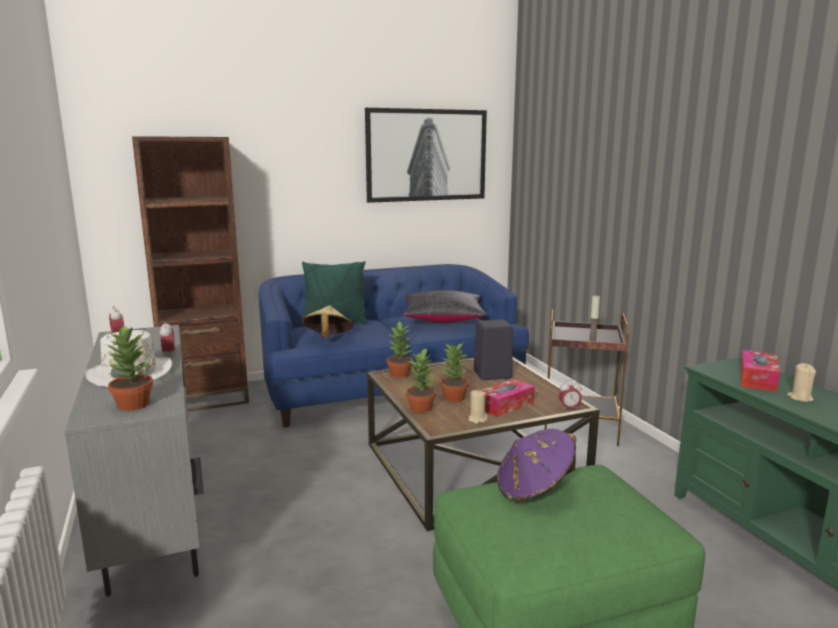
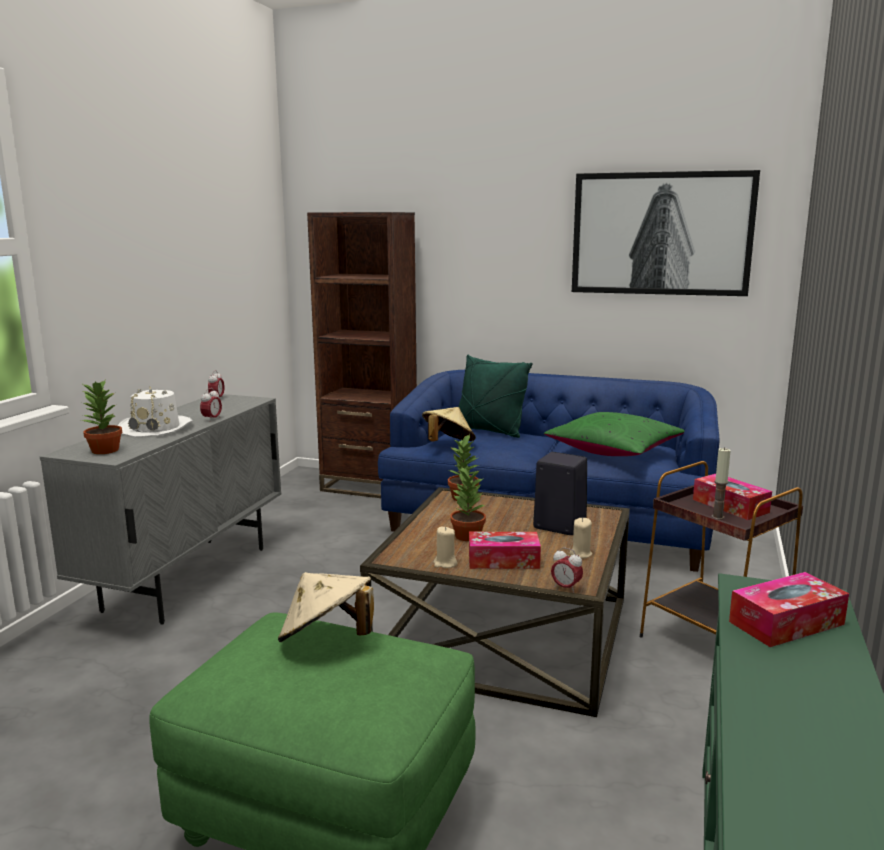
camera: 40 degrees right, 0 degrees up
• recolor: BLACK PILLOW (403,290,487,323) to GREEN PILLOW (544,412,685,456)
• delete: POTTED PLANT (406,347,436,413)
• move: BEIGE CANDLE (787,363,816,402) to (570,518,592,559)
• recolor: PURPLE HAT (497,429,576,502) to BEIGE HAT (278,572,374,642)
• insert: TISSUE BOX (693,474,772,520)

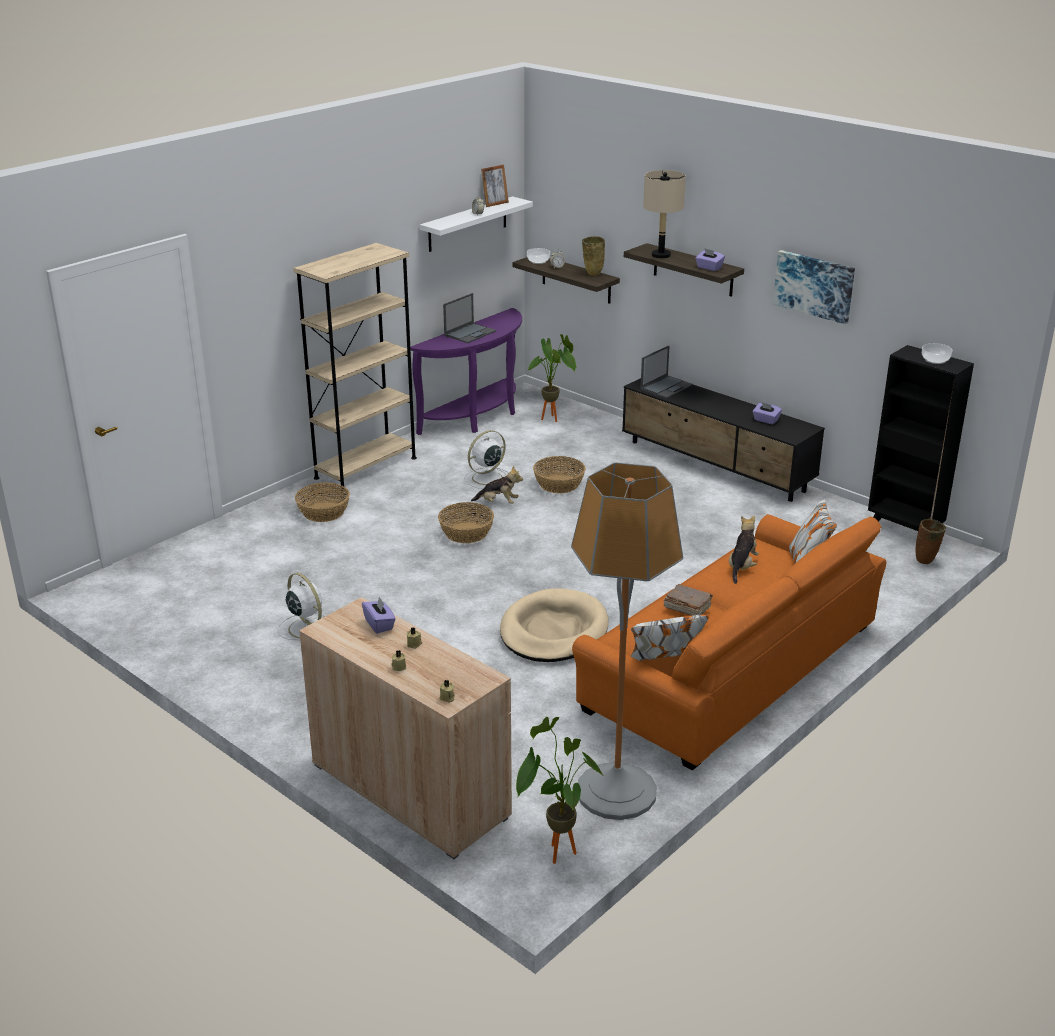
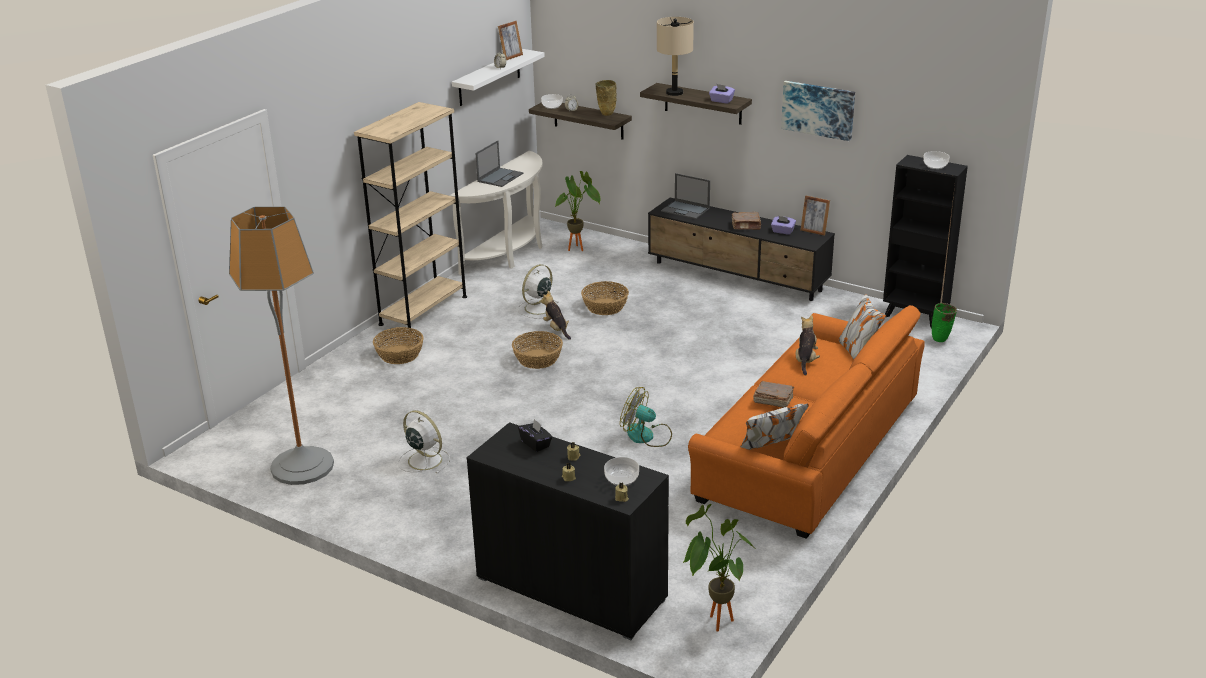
camera: 10 degrees left, 0 degrees up
• recolor: PURPLE CONSOLE TABLE (410,308,522,435) to WHITE CONSOLE TABLE (449,151,543,275)
• rotate: LAPTOP (640,345,693,398) = (661,173,710,219) 90 degrees clockwise
• move: FLOOR LAMP (571,463,683,820) to (229,206,334,485)
• rotate: PLUSH TOY (471,466,523,504) = (541,291,571,340) 120 degrees counterclockwise
• recolor: BROWN VASE (915,519,946,564) to GREEN VASE (932,303,957,342)
• replace: BEIGE DOG BED (500,588,609,662) to FAN (620,387,672,447)
• recolor: PURPLE TISSUE BOX (362,596,396,634) to BLACK TISSUE BOX (518,419,552,452)
• recolor: BEIGE CABINET (299,597,512,859) to BLACK CABINET (466,422,669,640)
• insert: PICTURE FRAME (800,195,830,236)
• insert: BROWN BOOK (731,212,761,230)
• insert: BOWL (604,457,639,486)

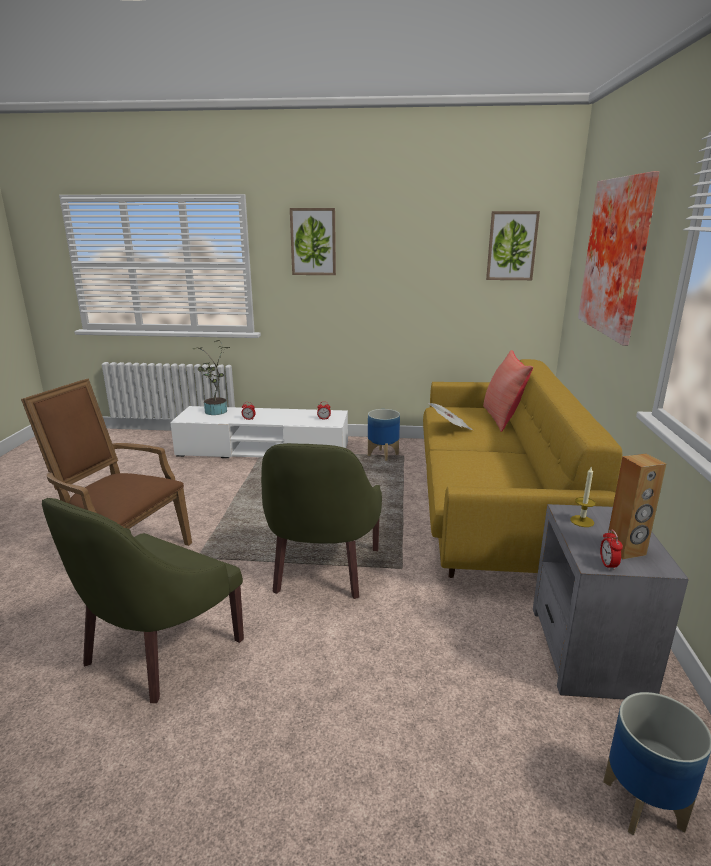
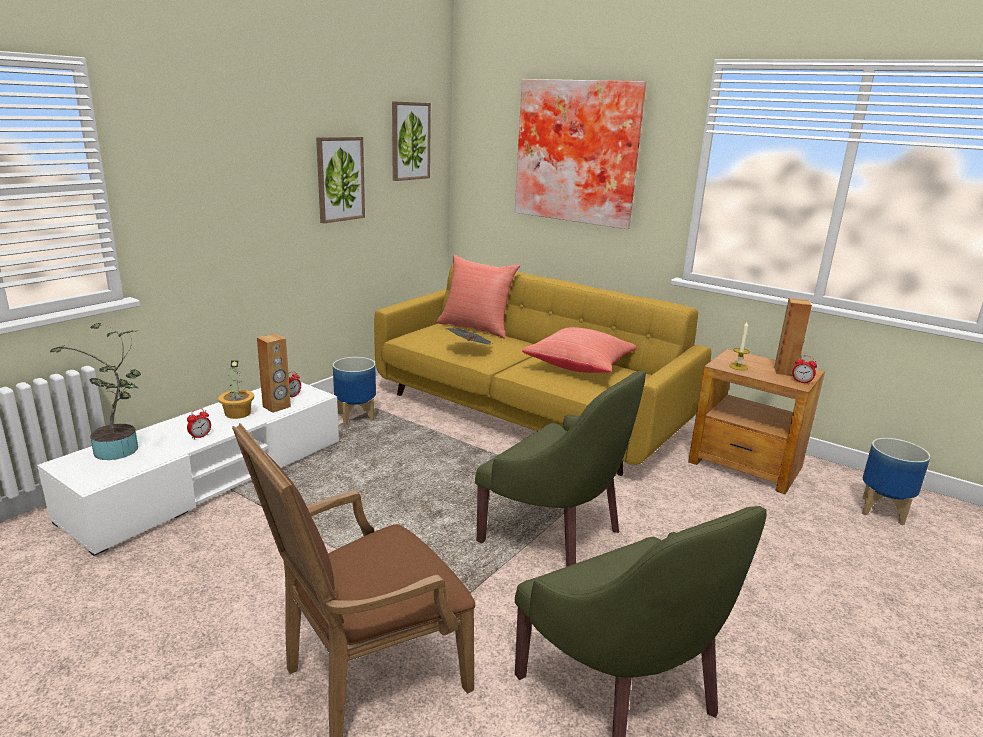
camera: 60 degrees left, 0 degrees up
• move: PICTURE (290,208,336,275) to (316,137,365,223)
• recolor: GREY SIDE TABLE (533,504,689,700) to BROWN SIDE TABLE (688,349,825,494)
• insert: RED PILLOW (522,327,637,373)
• insert: BROWN SPEAKER (257,334,291,413)
• insert: POTTED PLANT (218,361,254,419)

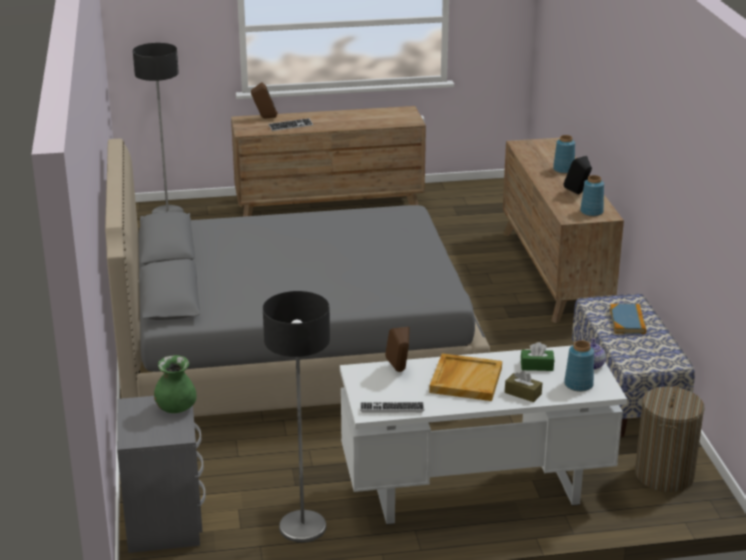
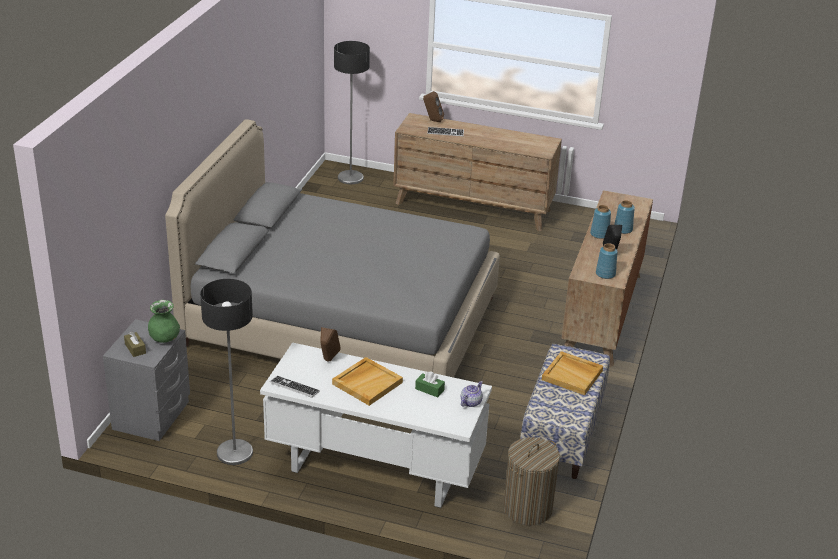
camera: 25 degrees right, 5 degrees up
• replace: BOOK (610,304,646,334) to BEIGE TRAY (542,351,603,395)
• move: BLUE VASE (564,340,594,392) to (590,205,611,239)
• move: BROWN TISSUE BOX (505,370,542,402) to (124,332,146,357)

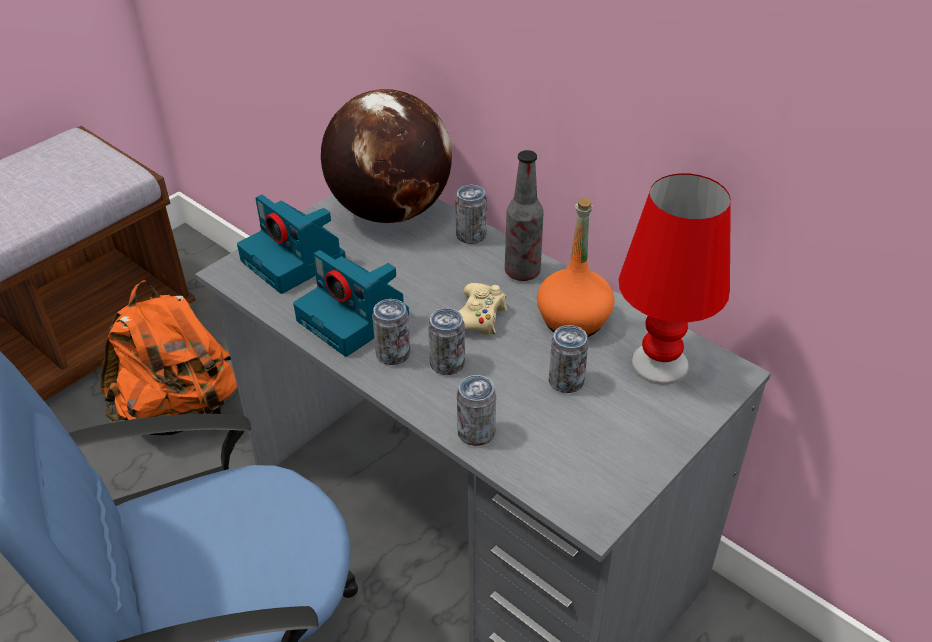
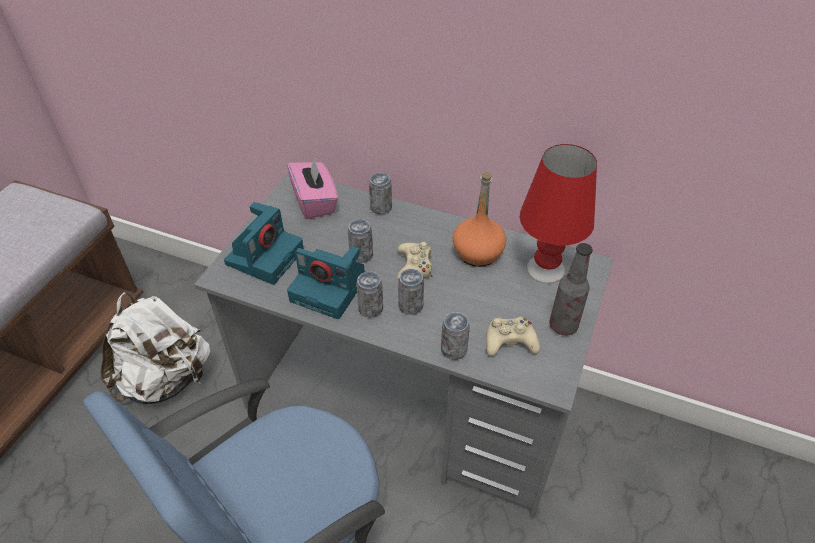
camera: 20 degrees left, 5 degrees up
• replace: GLOBE (321,89,452,223) to PINK TISSUE BOX (287,157,338,219)
• move: BOTTLE (505,150,544,281) to (549,243,593,336)
• rotate: PHOTO CAMERA (237,195,346,294) = (224,202,304,285) 90 degrees counterclockwise
• recolor: ORANGE BACKPACK (100,280,237,435) to WHITE BACKPACK (100,292,210,404)
• move: CAN (549,325,588,393) to (348,219,373,263)
• insert: BEIGE GAME CONTROLLER (486,317,540,356)

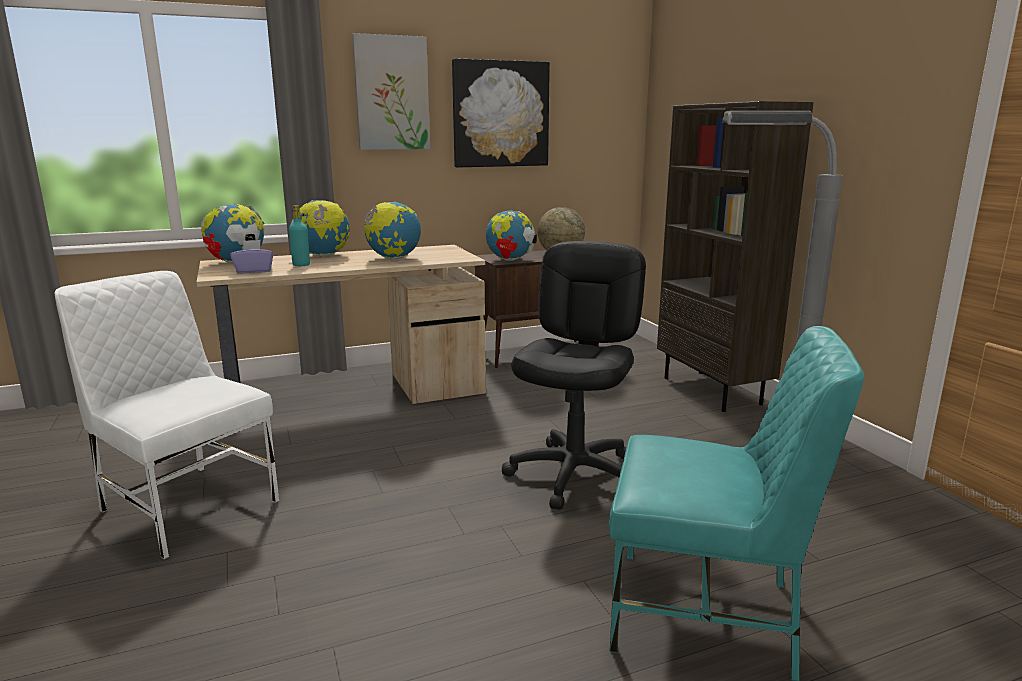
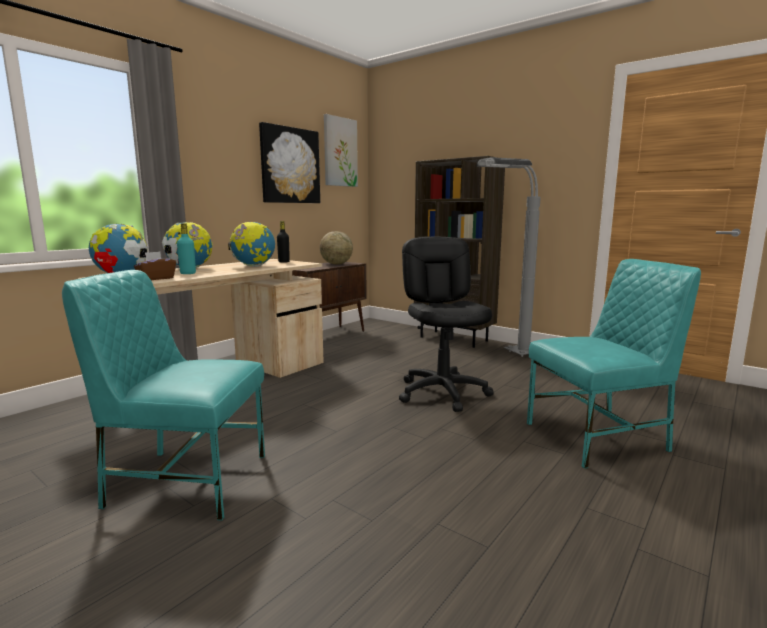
camera: 30 degrees left, 5 degrees down
• move: PICTURE (352,33,430,150) to (324,114,358,187)
• delete: GLOBE (486,210,537,261)
• recolor: PURPLE TISSUE BOX (230,240,274,273) to BROWN TISSUE BOX (134,251,176,280)
• recolor: WHITE CHAIR (55,271,280,559) to TURQUOISE CHAIR (62,270,265,521)
• insert: BLACK BOTTLE (277,221,290,263)

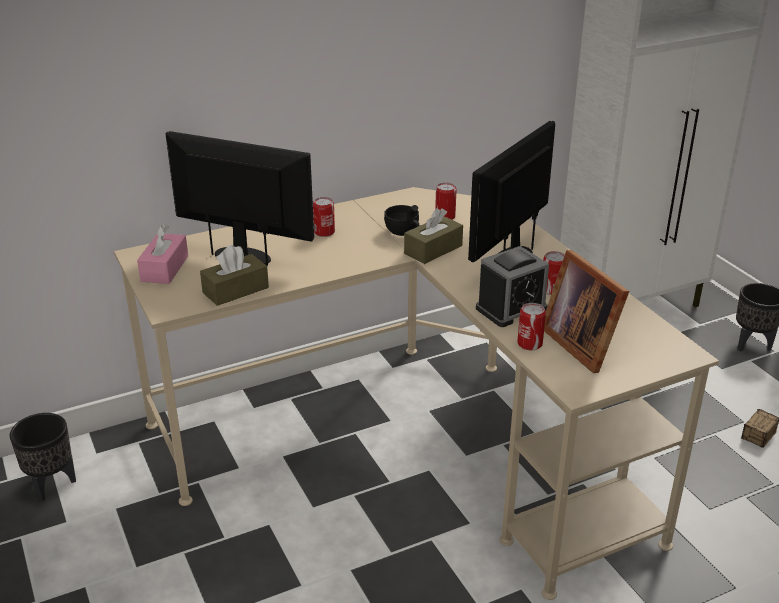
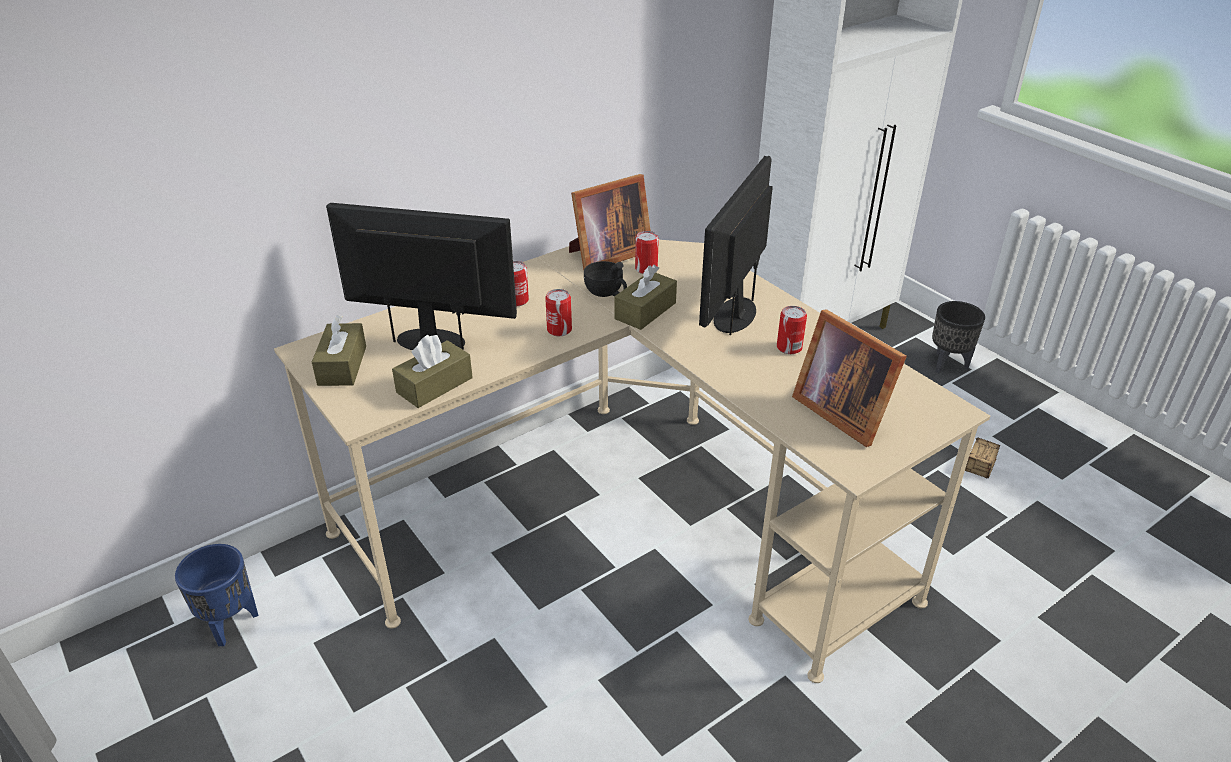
camera: 10 degrees left, 5 degrees up
• recolor: PINK TISSUE BOX (137,225,188,284) to BROWN TISSUE BOX (312,315,366,386)
• delete: ALARM CLOCK (476,246,549,327)
• move: CAN (517,303,546,350) to (545,289,572,336)
• recolor: BLACK PLANTER (10,413,76,502) to BLUE PLANTER (175,544,259,646)
• insert: PICTURE FRAME (569,174,651,270)

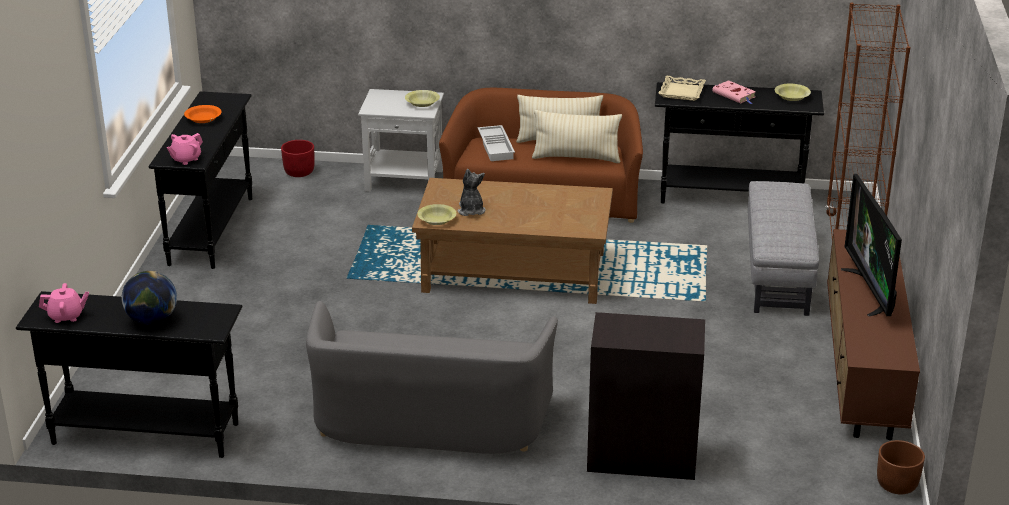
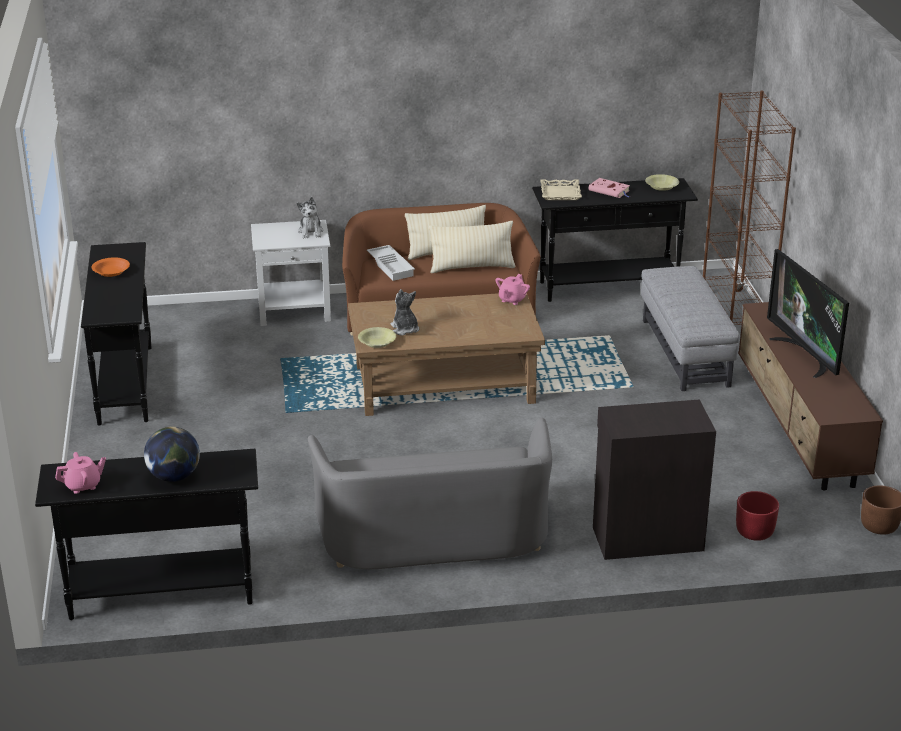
camera: 15 degrees left, 0 degrees up
• replace: YELLOW BOWL (405,90,440,107) to PLUSH TOY (297,197,324,238)
• move: PINK TEAPOT (167,133,203,165) to (496,274,530,305)
• move: RED PLANTER (281,140,315,177) to (736,491,779,541)

